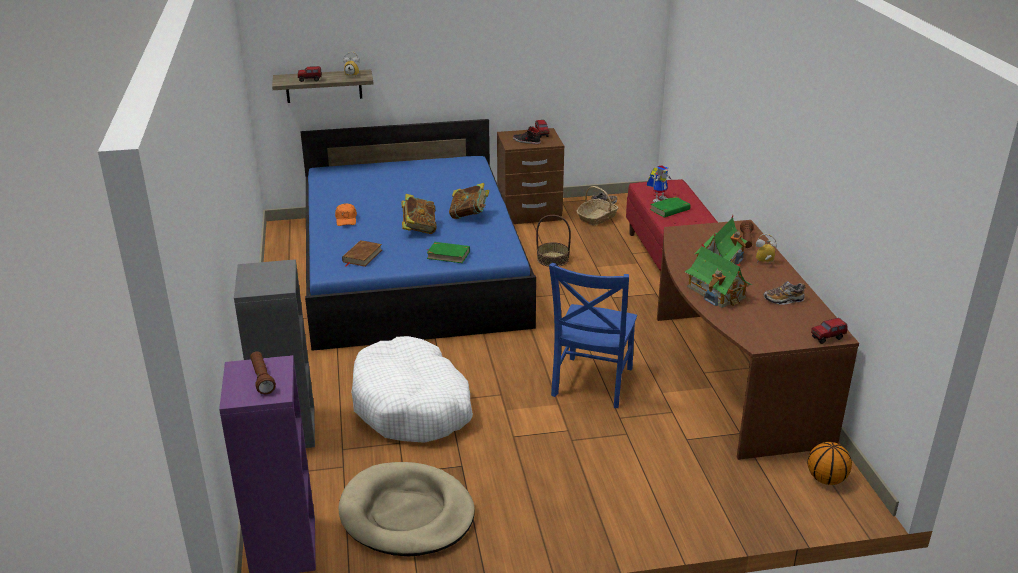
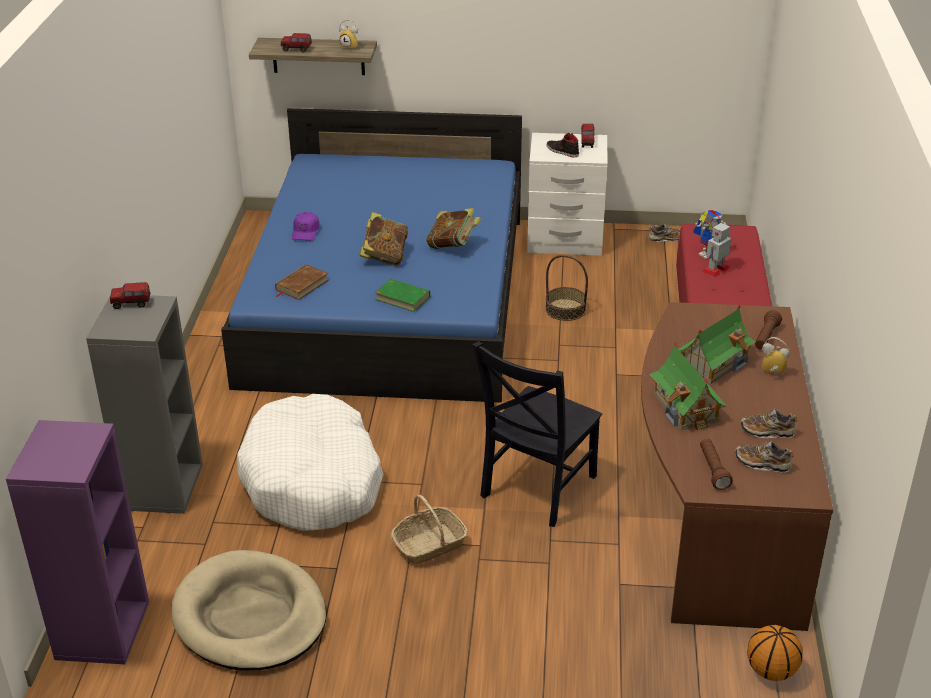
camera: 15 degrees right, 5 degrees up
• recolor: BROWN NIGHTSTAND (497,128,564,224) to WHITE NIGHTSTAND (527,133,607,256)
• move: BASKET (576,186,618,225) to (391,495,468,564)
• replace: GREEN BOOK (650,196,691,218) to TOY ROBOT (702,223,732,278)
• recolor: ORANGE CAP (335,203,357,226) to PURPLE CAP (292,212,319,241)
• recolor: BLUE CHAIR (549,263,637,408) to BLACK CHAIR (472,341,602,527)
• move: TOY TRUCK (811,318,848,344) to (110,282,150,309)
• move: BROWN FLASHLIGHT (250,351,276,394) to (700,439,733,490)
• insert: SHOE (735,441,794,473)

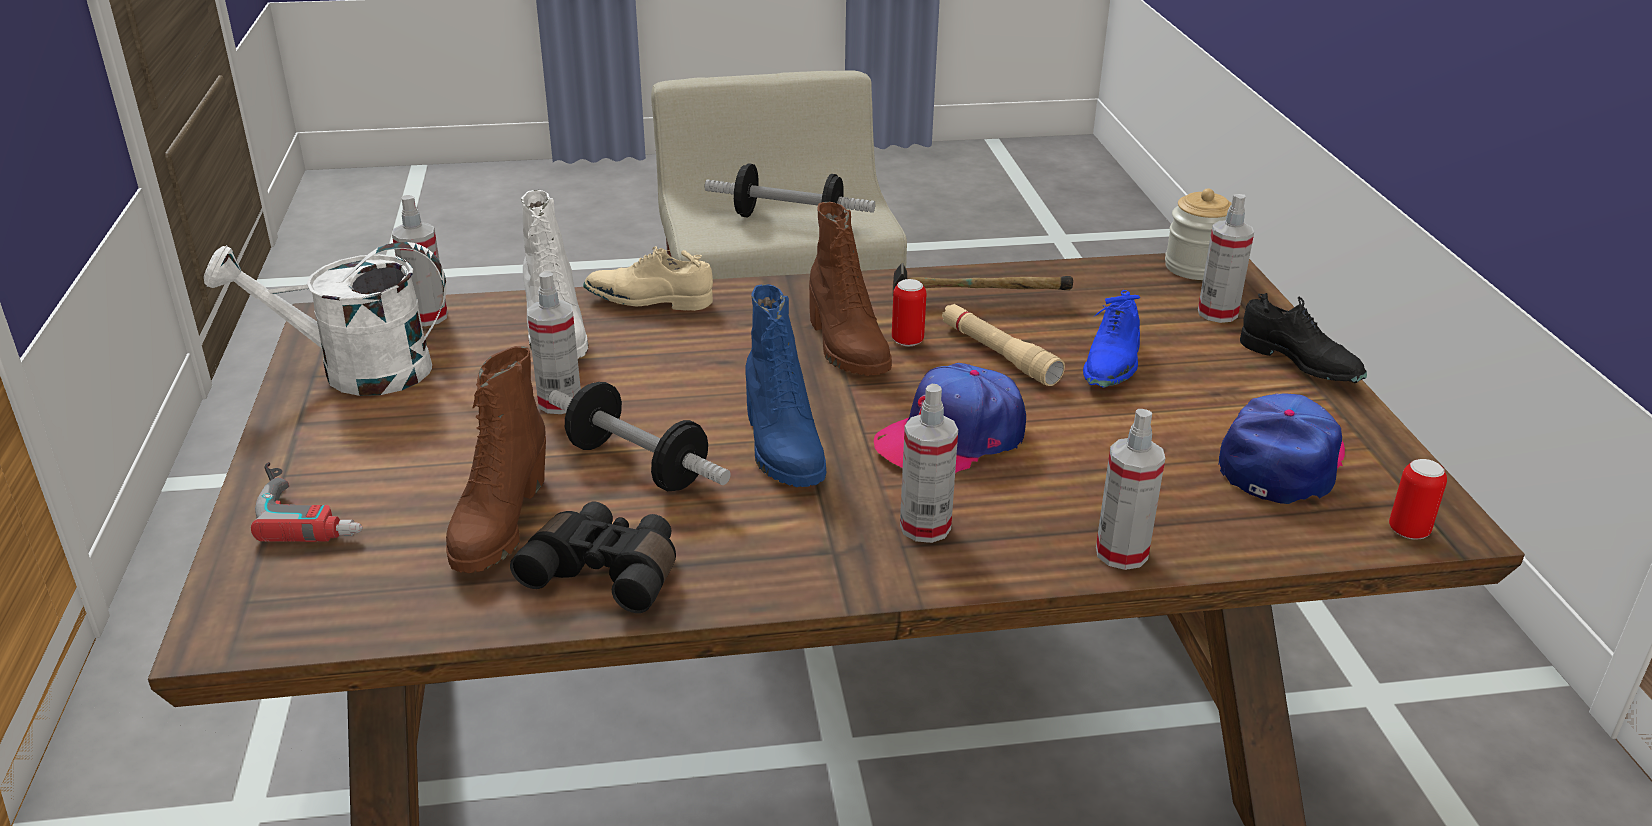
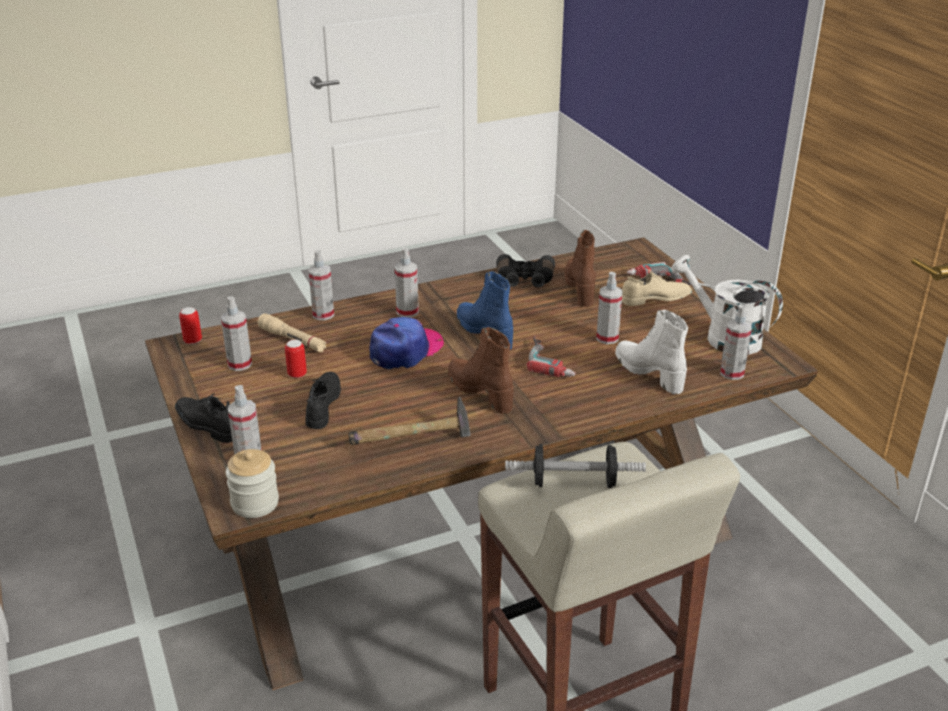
camera: 165 degrees right, 0 degrees up
• rotate: WHITE WATERING CAN (204,242,447,396) = (671,255,783,355) 120 degrees counterclockwise
• move: BEIGE SHOE (583,246,713,311) to (622,269,692,306)
• move: CAN (892,279,927,346) to (285,340,307,378)
• recolor: BLUE SHOE (1083,290,1140,388) to BLACK SHOE (305,372,341,429)
• move: BEIGE FLASHLIGHT (942,304,1065,386) to (258,313,326,352)
• delete: DUMBBELL (548,382,731,491)
• replace: CAP (1218,394,1345,504) to SPRAY BOTTLE (221,297,252,371)
• insert: POWER DRILL (527,336,576,377)

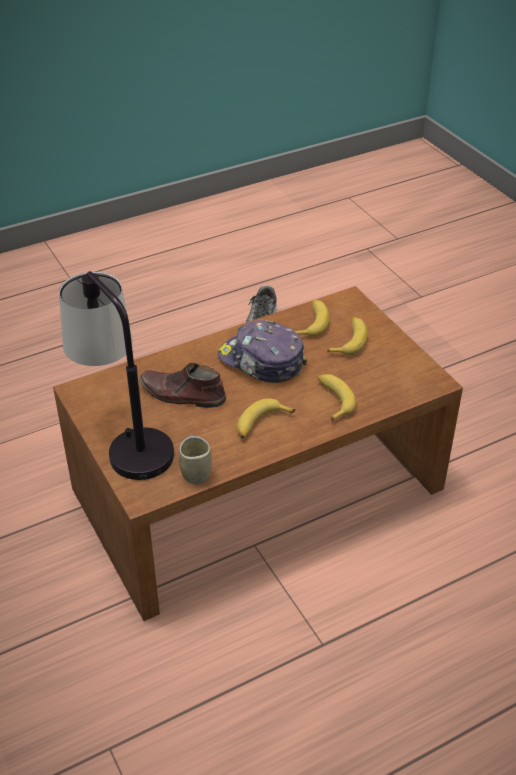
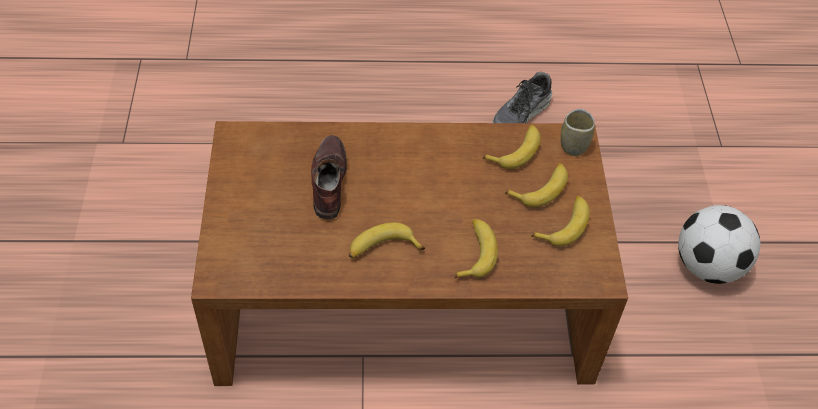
camera: 25 degrees right, 10 degrees up
• delete: TABLE LAMP (59,271,174,480)
• delete: CAP (218,320,307,383)
• rotate: BROWN SHOE (140,363,226,408) = (311,135,347,219) 45 degrees clockwise
• move: CUP (179,436,212,485) to (561,109,595,156)
• insert: BANANA (531,195,590,247)
• insert: FOOTBALL (678,205,761,284)

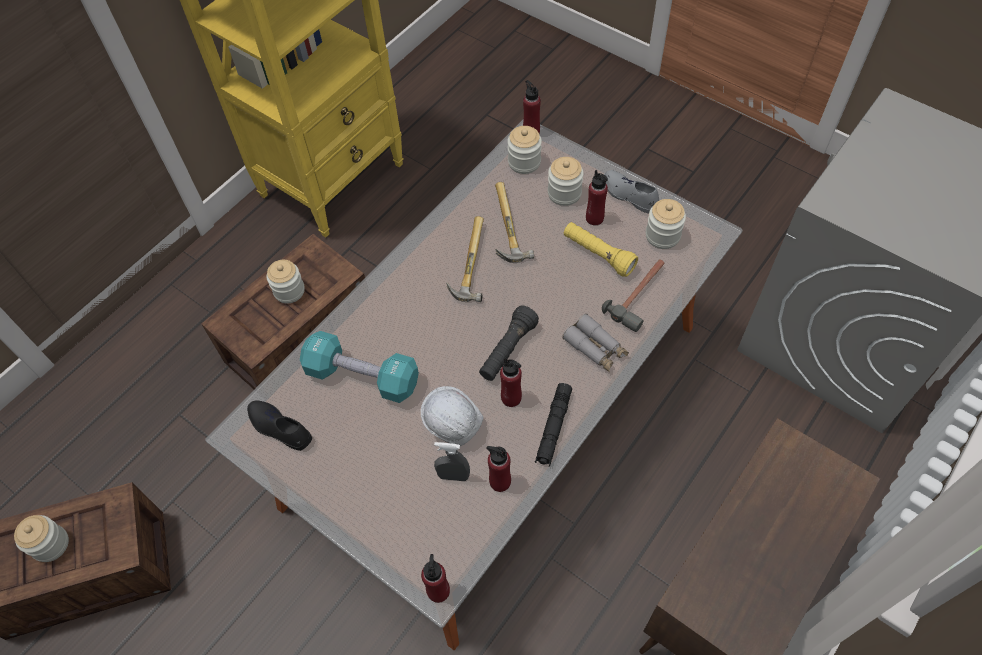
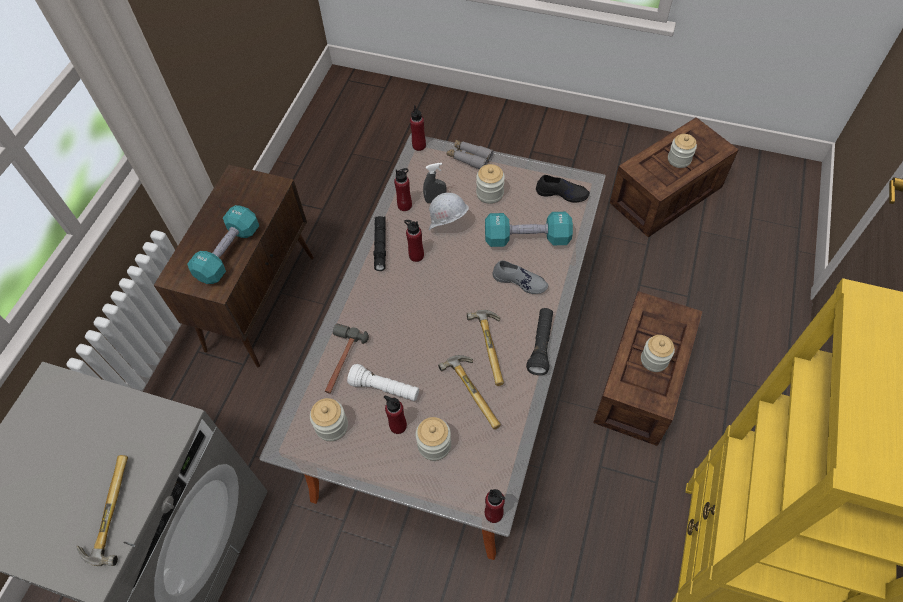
camera: 160 degrees right, 0 degrees up
• move: JAR (507,126,542,174) to (476,164,505,204)
• move: GREY SHOE (604,170,659,213) to (492,260,548,294)
• recolor: YELLOW FLASHLIGHT (564,222,638,277) to WHITE FLASHLIGHT (347,364,419,401)
• move: BLACK FLASHLIGHT (479,305,539,381) to (526,308,553,375)
• move: GREY BINOCULARS (562,314,629,372) to (447,140,494,169)
• insert: TURQUOISE DUMBBELL (187,205,259,284)
• insert: HAMMER (76,455,128,566)

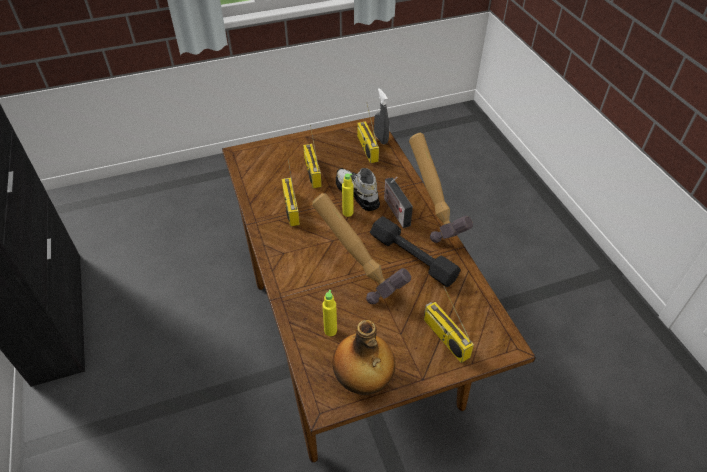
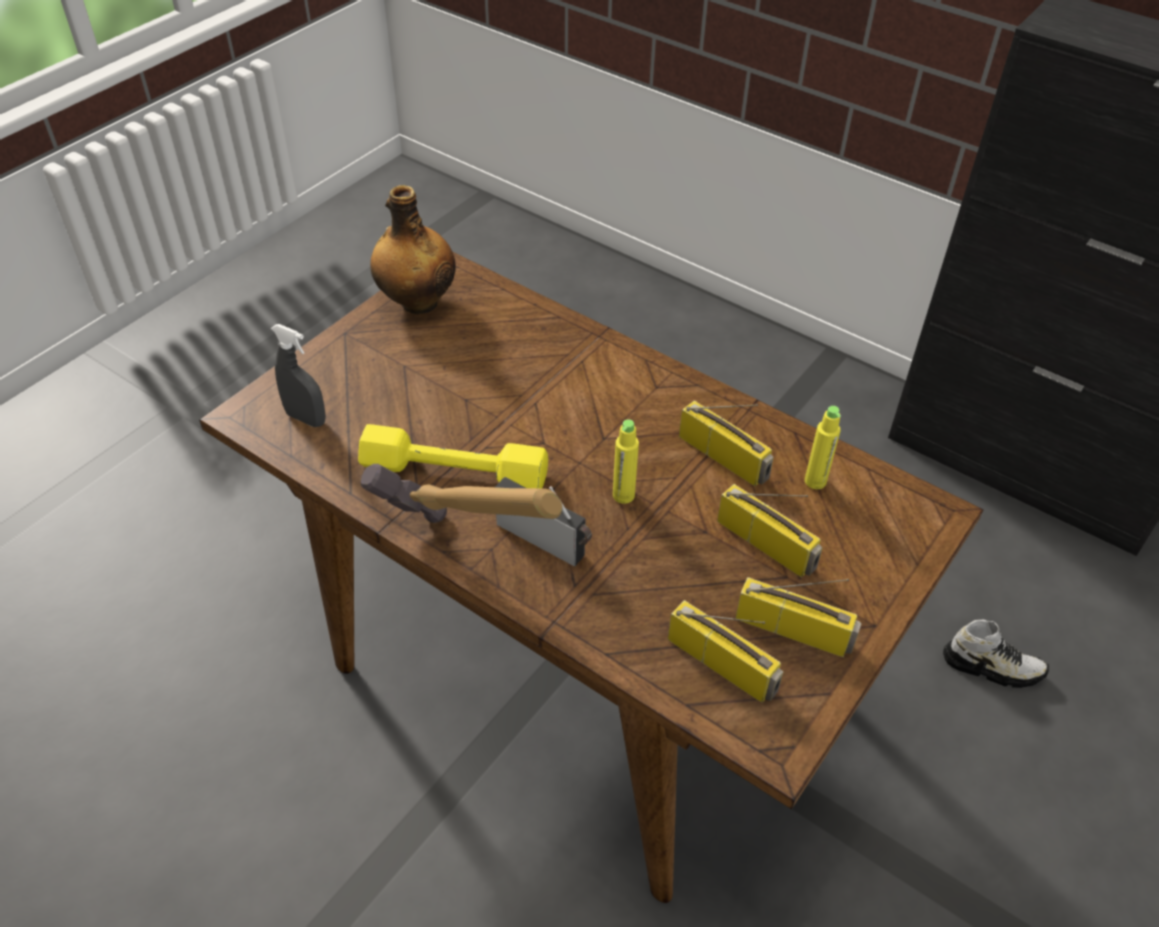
camera: 145 degrees right, 0 degrees up
• move: GREY SPRAY BOTTLE (374,88,389,144) to (271,324,326,427)
• move: SHOE (336,168,380,211) to (943,620,1049,688)
• delete: HAMMER (312,193,411,304)
• recolor: BLACK DUMBBELL (370,216,461,287) to YELLOW DUMBBELL (358,424,548,488)
• move: RADIO (424,286,474,363) to (735,577,862,657)
• move: YELLOW BOTTLE (322,290,337,336) to (805,406,841,489)

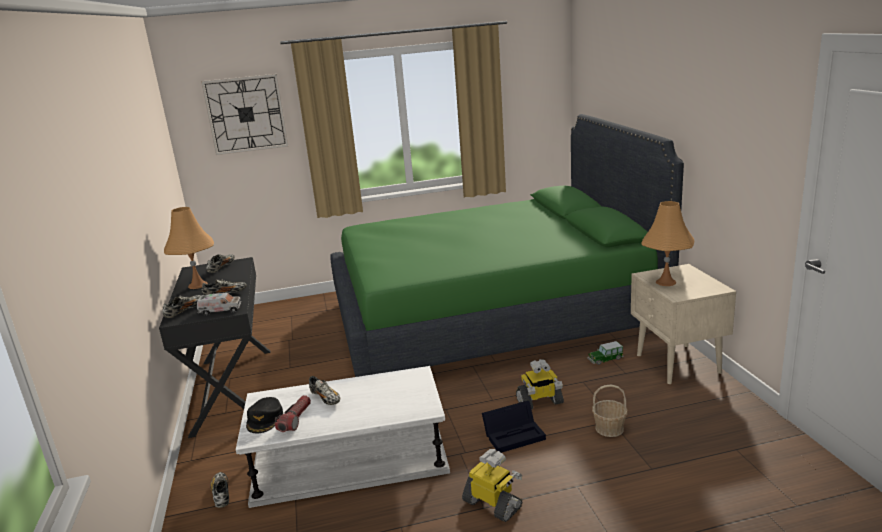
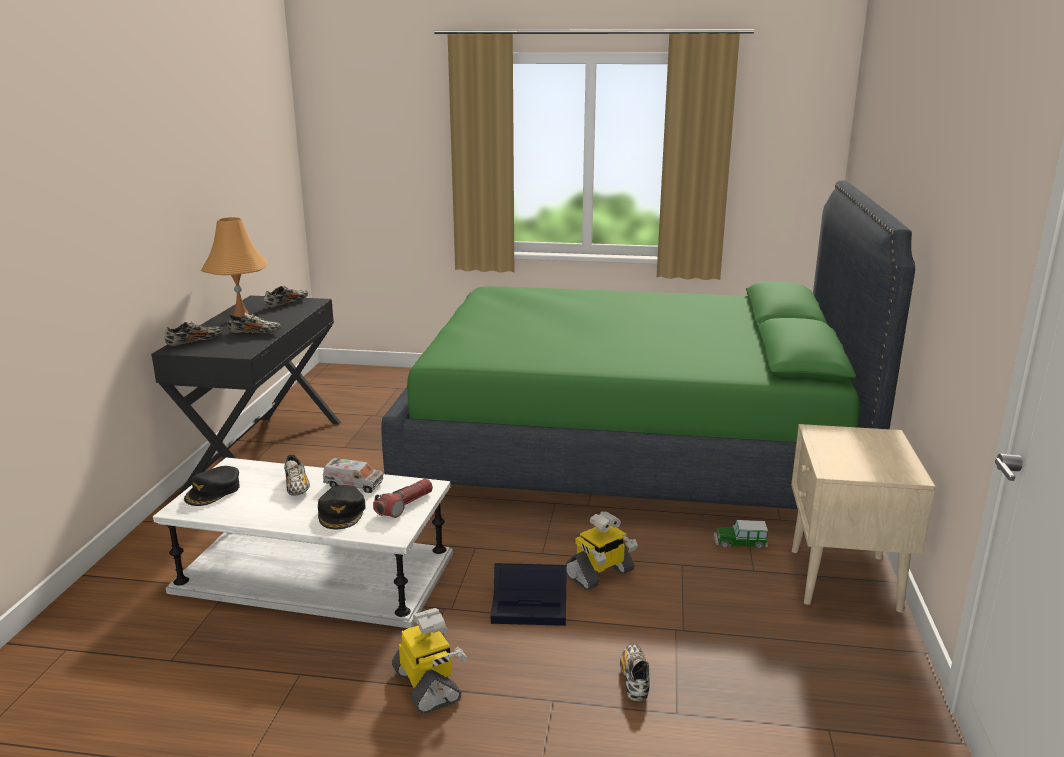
camera: 20 degrees right, 0 degrees up
• delete: WALL CLOCK (201,74,289,155)
• delete: ORANGE TABLE LAMP (642,201,694,286)
• move: TOY TRUCK (197,293,241,315) to (323,458,383,493)
• rotate: TOY ROBOT (516,359,564,409) = (565,511,638,591) 45 degrees counterclockwise
• delete: BASKET (592,384,628,437)
• move: FLASHLIGHT (275,395,311,432) to (373,478,433,518)
• move: SHOE (210,472,229,508) to (620,644,650,702)
• insert: BLACK CAP (318,485,366,529)

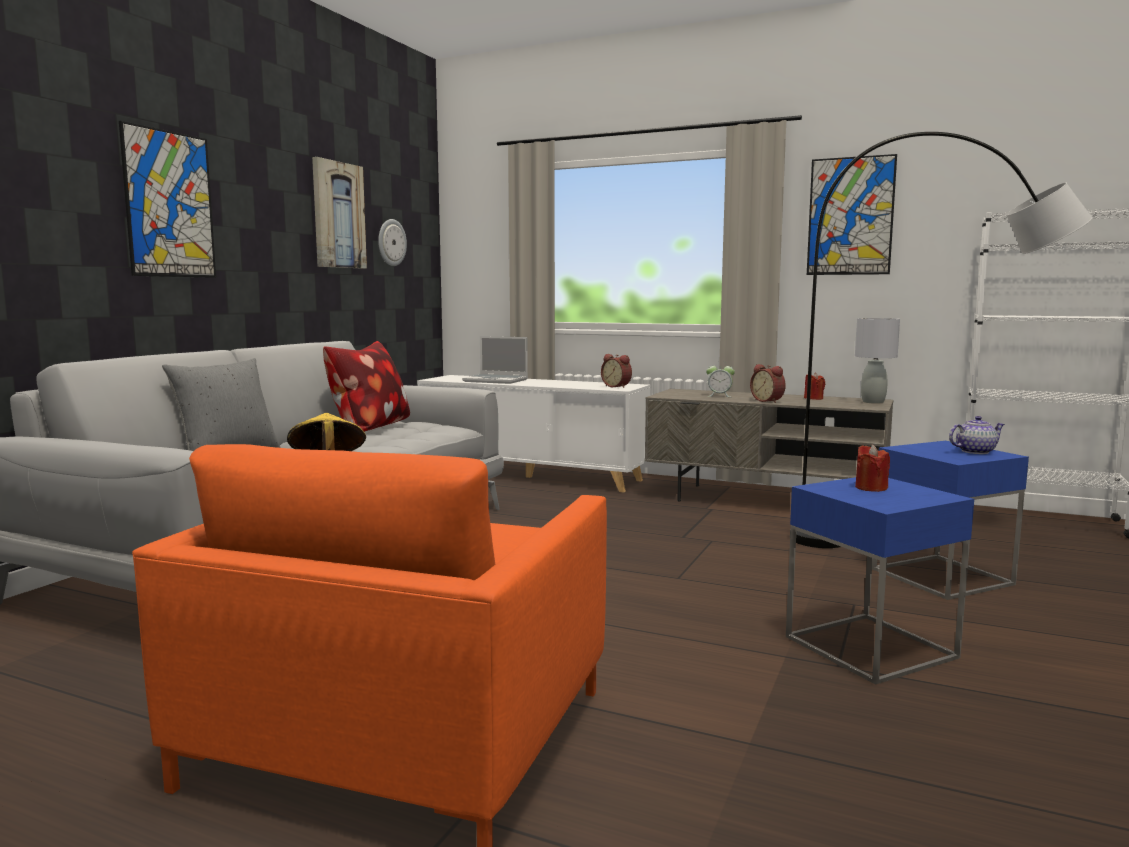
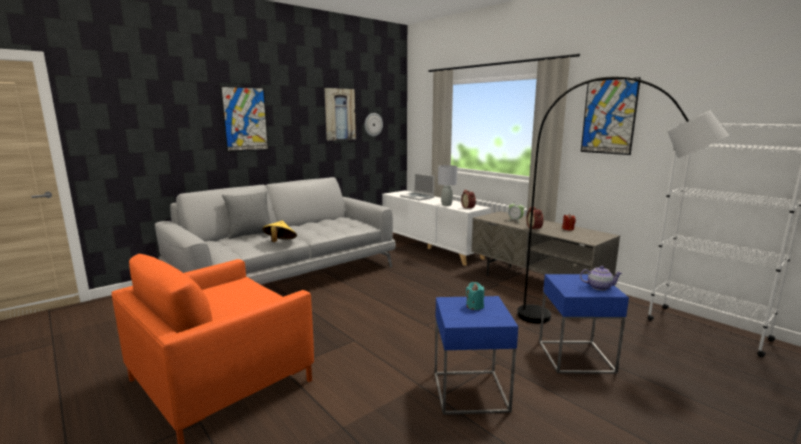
camera: 25 degrees right, 5 degrees up
• move: GREY TABLE LAMP (855,318,900,404) to (438,165,457,206)
• delete: PILLOW (323,341,410,432)
• recolor: RED CANDLE (855,444,890,492) to TURQUOISE CANDLE (466,282,484,310)

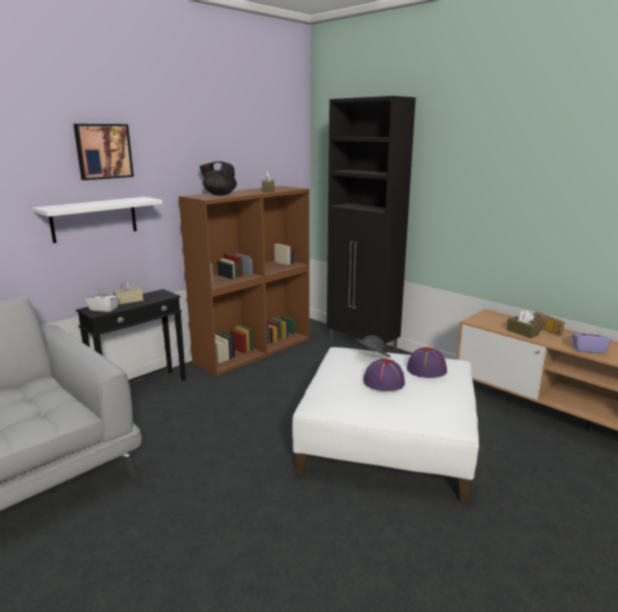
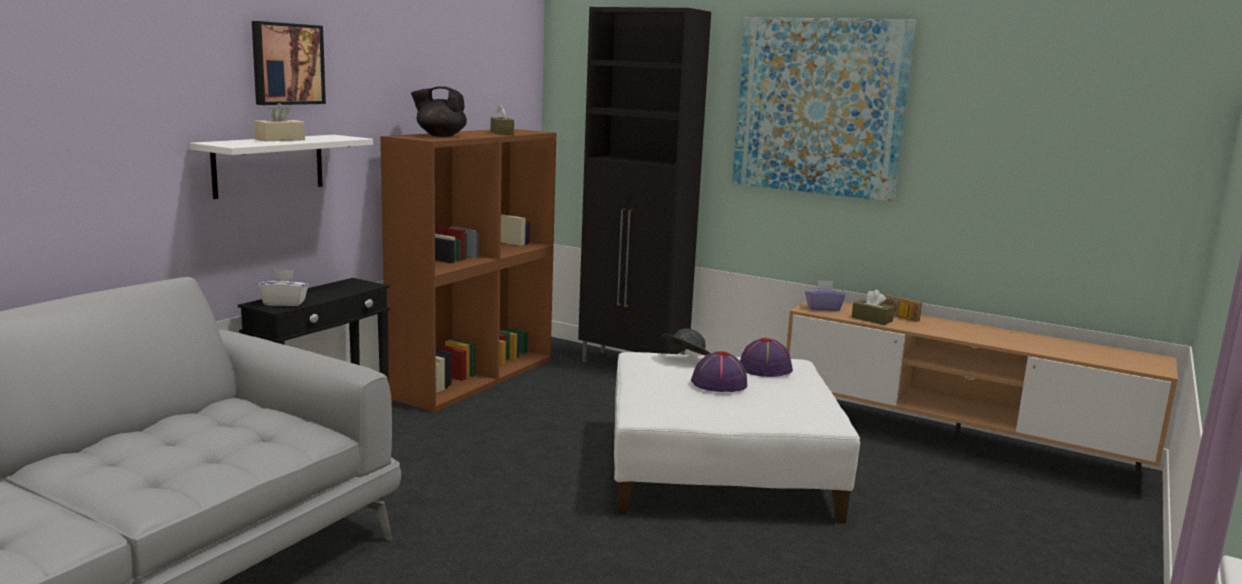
camera: 15 degrees left, 5 degrees down
• move: BEIGE TISSUE BOX (113,280,143,305) to (254,103,305,141)
• move: PURPLE TISSUE BOX (572,326,611,354) to (805,280,846,311)
• insert: PICTURE (732,17,916,202)

